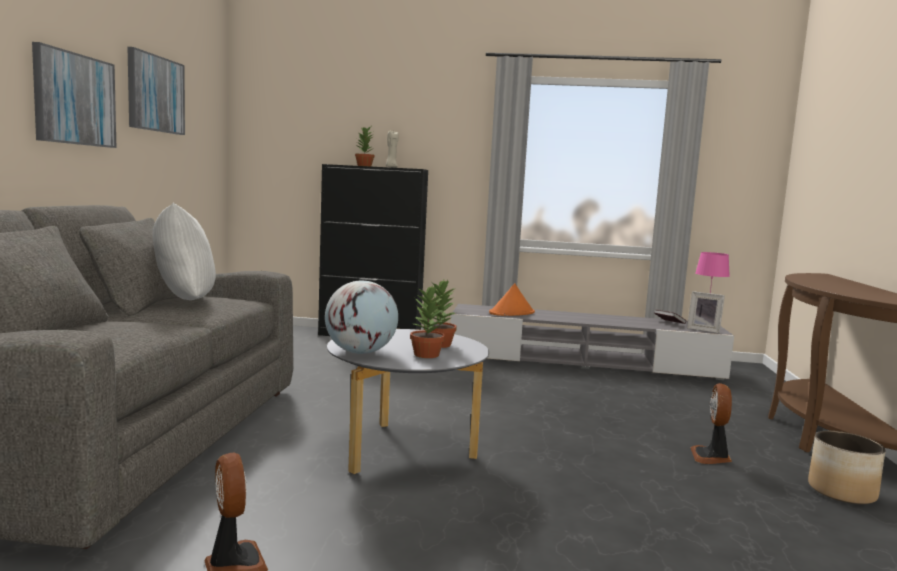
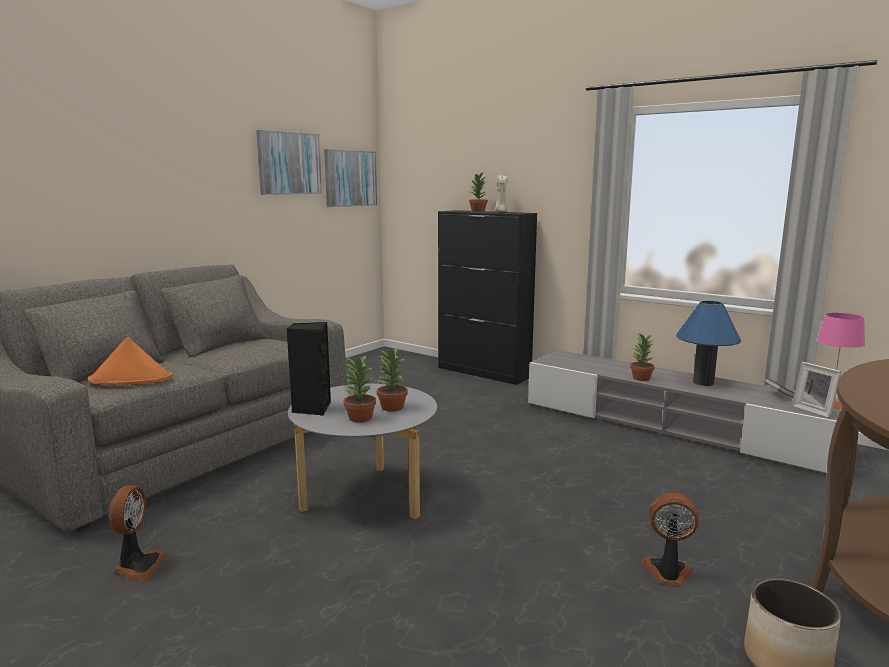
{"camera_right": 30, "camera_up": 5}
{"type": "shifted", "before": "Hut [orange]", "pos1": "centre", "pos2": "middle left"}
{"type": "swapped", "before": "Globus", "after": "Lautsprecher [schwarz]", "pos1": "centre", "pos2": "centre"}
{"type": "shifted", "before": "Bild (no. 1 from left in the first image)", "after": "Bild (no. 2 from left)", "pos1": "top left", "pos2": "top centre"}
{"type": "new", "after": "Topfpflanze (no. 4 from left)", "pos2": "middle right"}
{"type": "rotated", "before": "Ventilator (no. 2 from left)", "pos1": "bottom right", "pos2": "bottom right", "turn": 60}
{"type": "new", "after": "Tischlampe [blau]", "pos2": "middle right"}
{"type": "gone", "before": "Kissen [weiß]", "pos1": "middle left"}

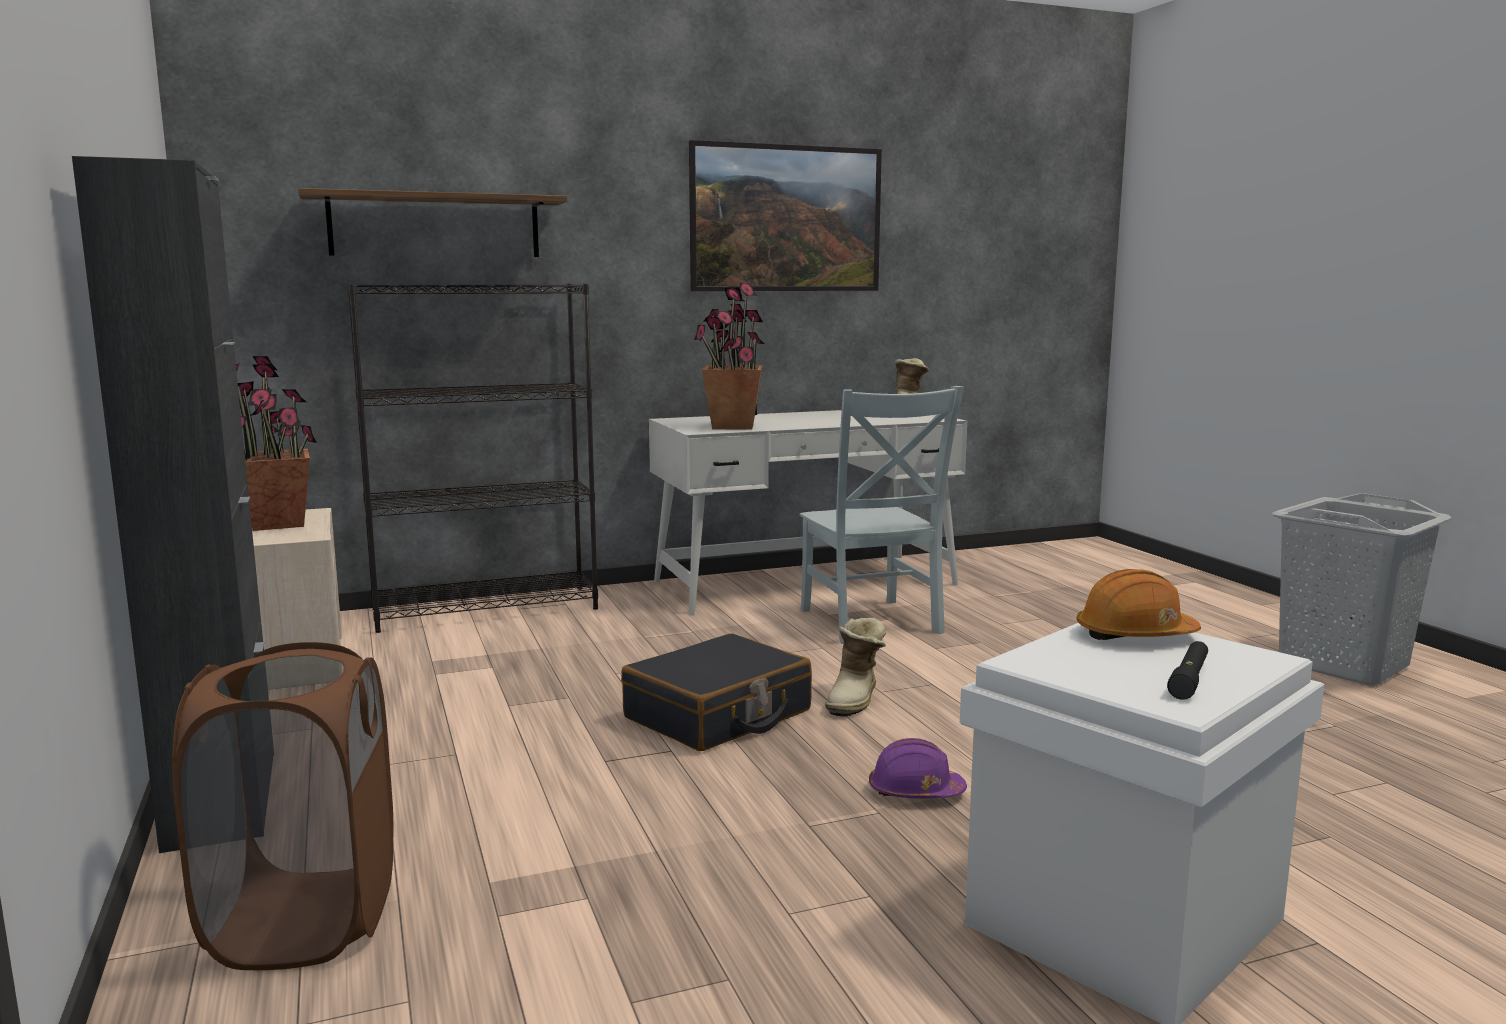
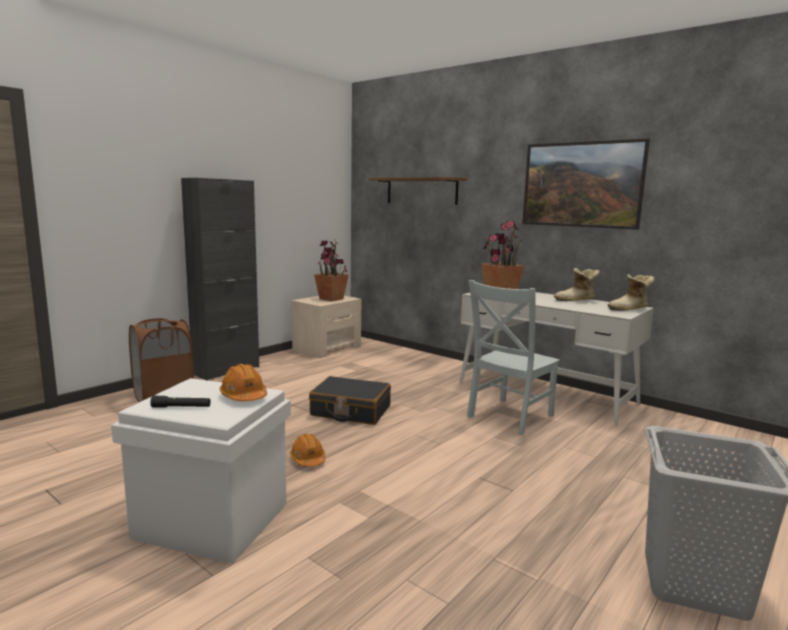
{"camera_right": 60, "camera_up": 0}
{"type": "repainted", "before": "Schutzhelm [lila]", "after": "Schutzhelm [orange] (no. 2 from left)", "pos1": "bottom centre", "pos2": "bottom centre"}
{"type": "shifted", "before": "Stiefel (no. 1 from left)", "pos1": "centre", "pos2": "middle right"}
{"type": "gone", "before": "Bücherregal [schwarz]", "pos1": "middle left"}

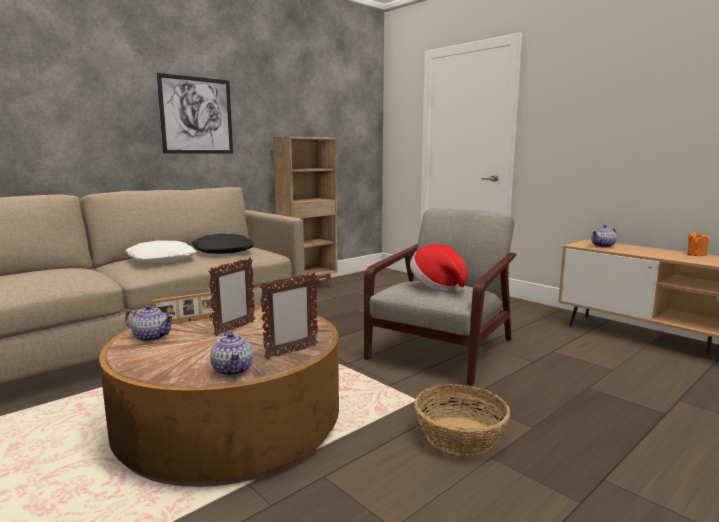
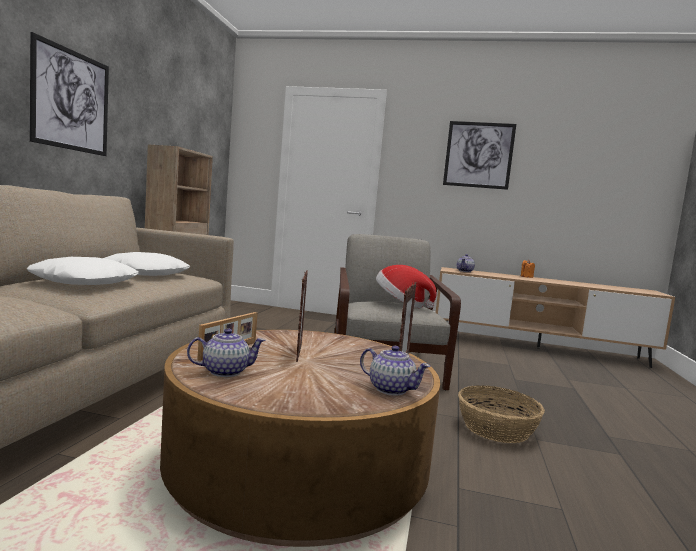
{"camera_right": -35, "camera_up": -5}
{"type": "repainted", "before": "Kissen [schwarz]", "after": "Kissen [weiß] (no. 2 from left)", "pos1": "middle left", "pos2": "middle left"}
{"type": "new", "after": "Bild (no. 2 from left)", "pos2": "top right"}

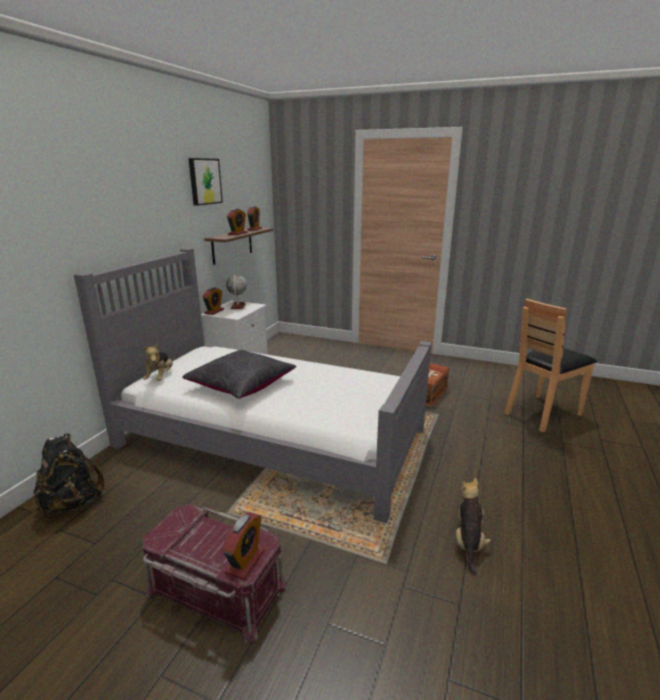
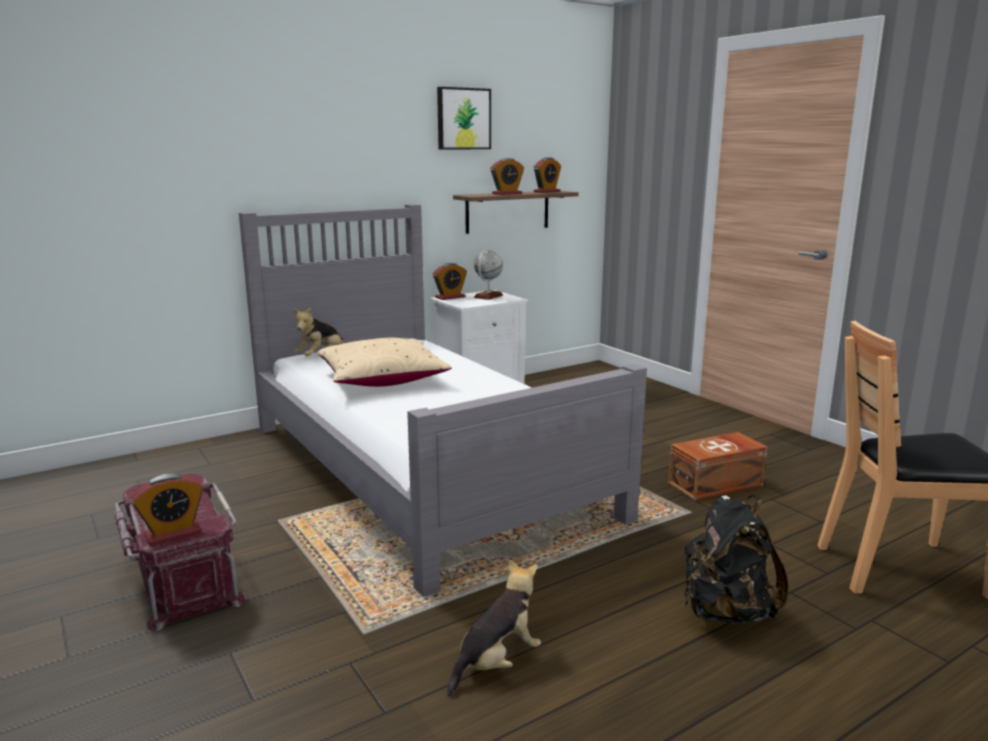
{"camera_right": 35, "camera_up": -5}
{"type": "repainted", "before": "Kissen [schwarz]", "after": "Kissen [beige]", "pos1": "centre", "pos2": "centre"}
{"type": "shifted", "before": "Rucksack [schwarz]", "pos1": "bottom left", "pos2": "bottom right"}

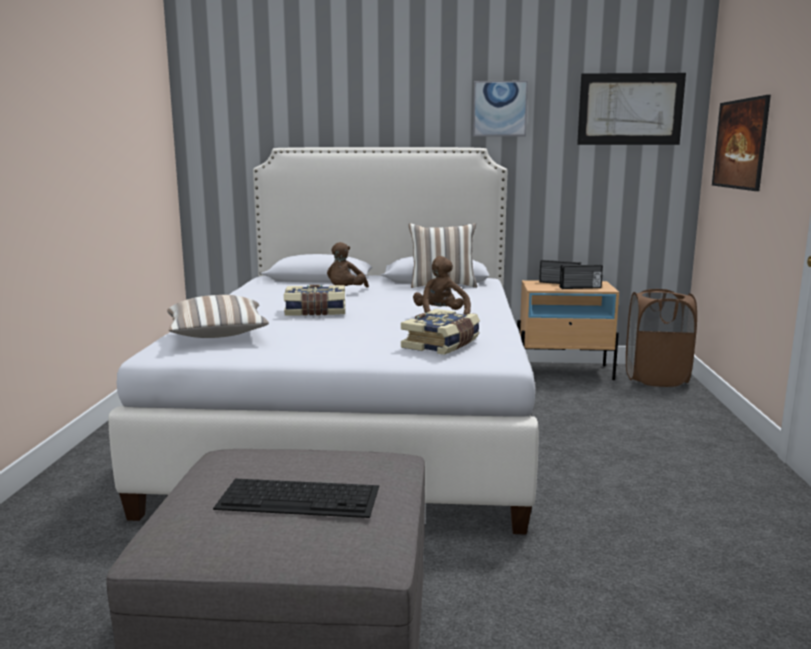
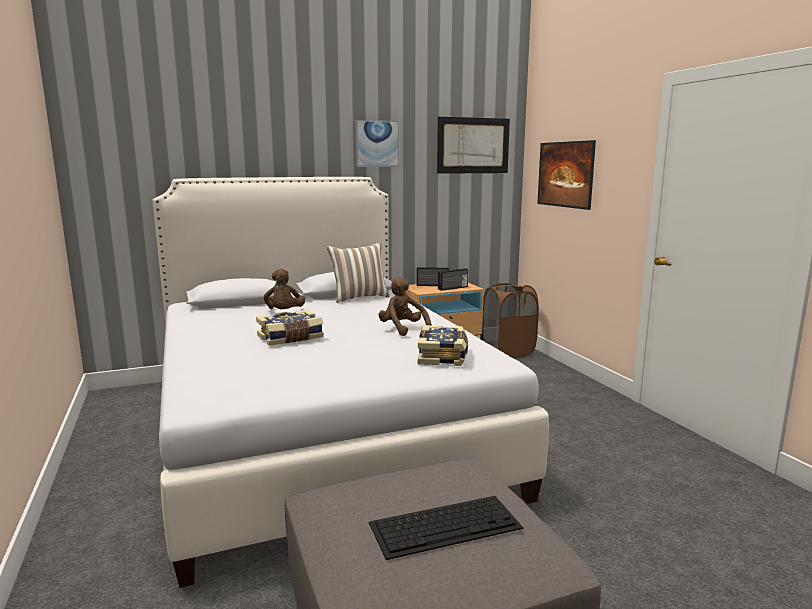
{"camera_right": -25, "camera_up": 0}
{"type": "gone", "before": "Kissen (no. 1 from left)", "pos1": "middle left"}

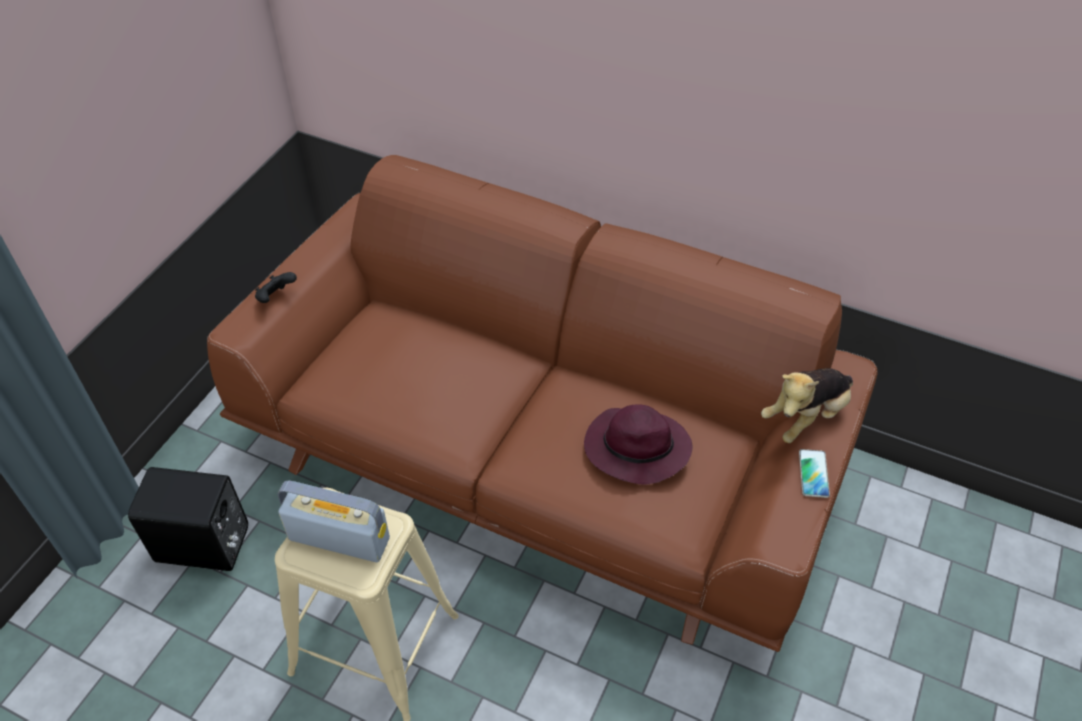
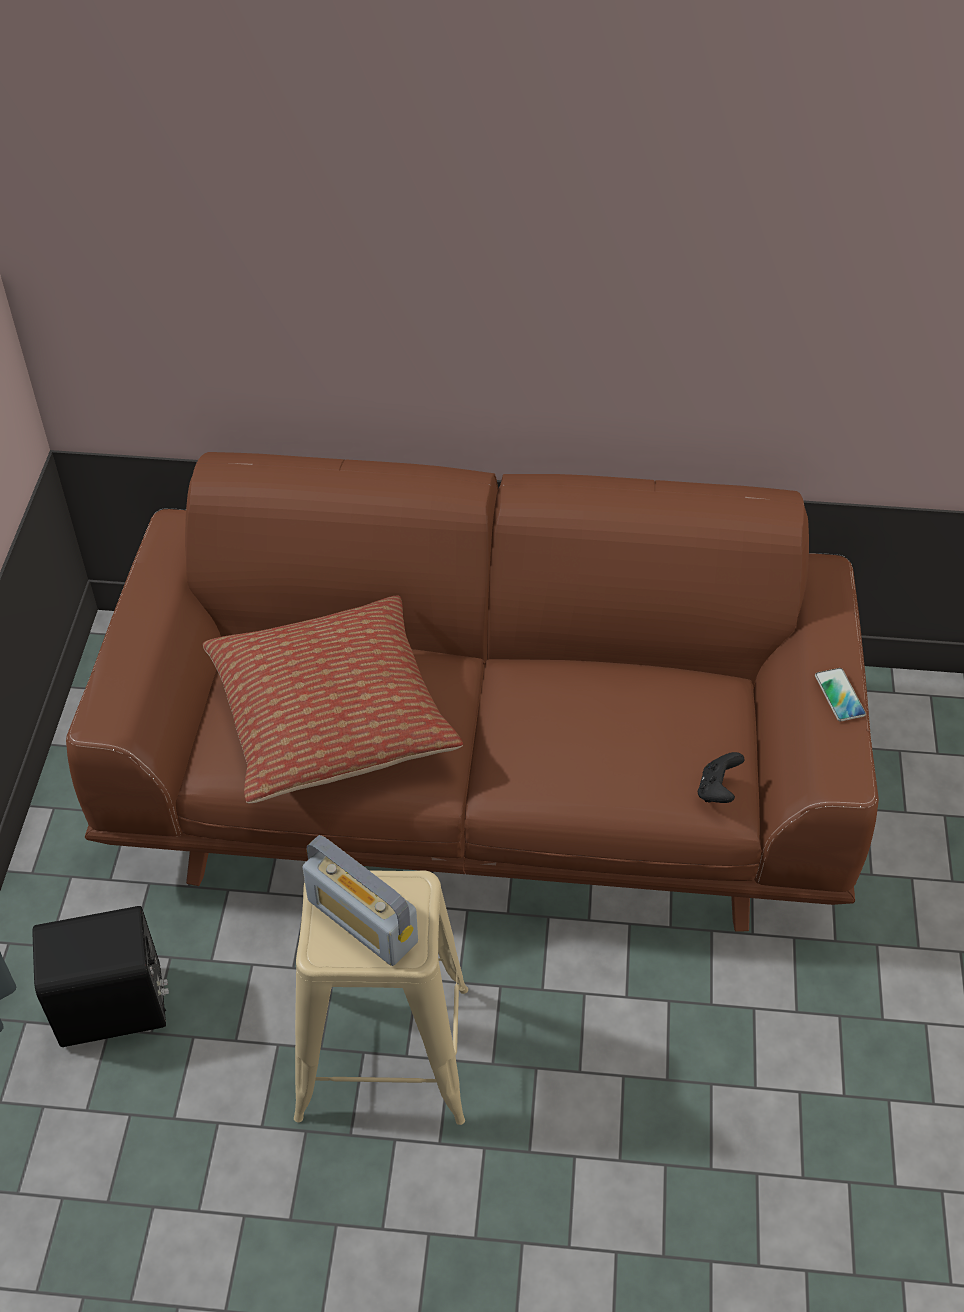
{"camera_right": -20, "camera_up": 0}
{"type": "new", "after": "Kissen", "pos2": "centre"}
{"type": "rotated", "before": "Radio", "pos1": "bottom left", "pos2": "bottom centre", "turn": -135}
{"type": "shifted", "before": "Gamepad [schwarz]", "pos1": "middle left", "pos2": "middle right"}
{"type": "gone", "before": "Hut [lila]", "pos1": "centre"}
{"type": "gone", "before": "Plüschtier", "pos1": "middle right"}

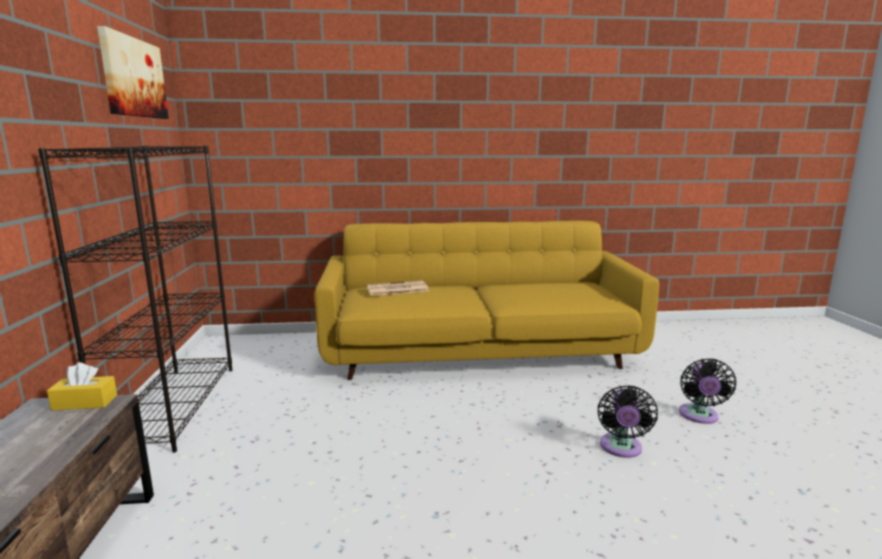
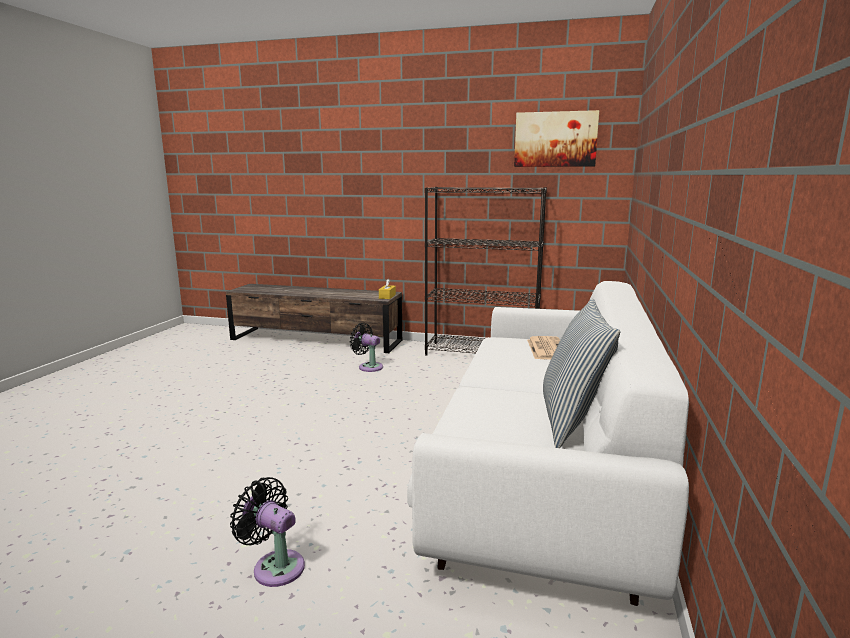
{"camera_right": 110, "camera_up": 0}
{"type": "shifted", "before": "Ventilator [schwarz] (no. 1 from left in the first image)", "after": "Ventilator [schwarz] (no. 2 from left)", "pos1": "bottom right", "pos2": "centre"}
{"type": "repainted", "before": "Sofa [gelb]", "after": "Sofa [weiß]", "pos1": "centre", "pos2": "bottom centre"}
{"type": "new", "after": "Kissen", "pos2": "middle right"}

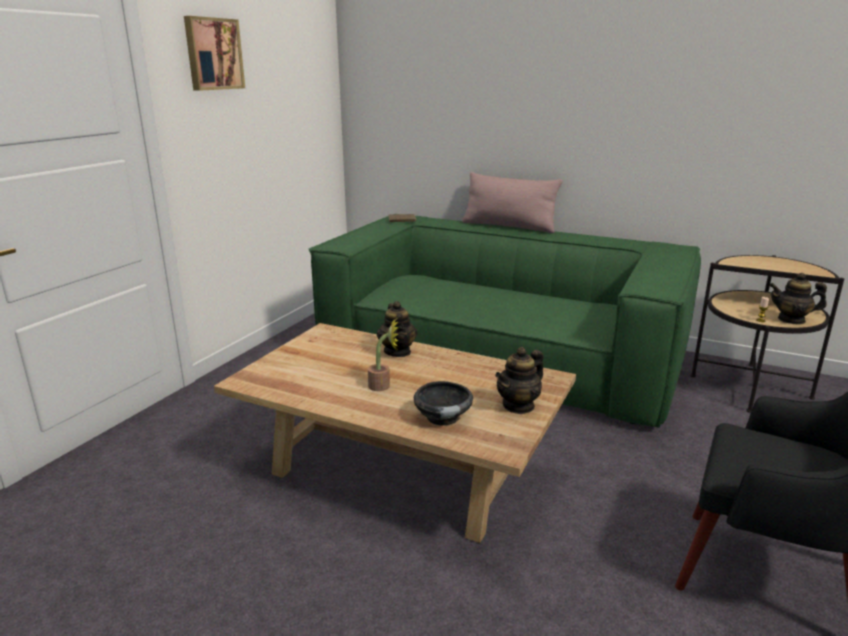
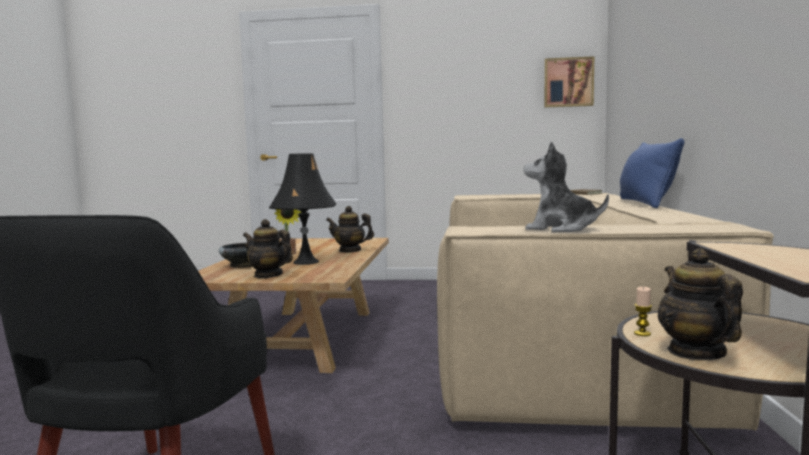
{"camera_right": 70, "camera_up": -15}
{"type": "new", "after": "Tischlampe [schwarz]", "pos2": "centre"}
{"type": "rotated", "before": "Teekanne (no. 1 from left in the first image)", "pos1": "centre", "pos2": "centre", "turn": 45}
{"type": "repainted", "before": "Sofa [grün]", "after": "Sofa [beige]", "pos1": "centre", "pos2": "bottom right"}
{"type": "new", "after": "Plüschtier", "pos2": "middle right"}
{"type": "shifted", "before": "Bild", "pos1": "top left", "pos2": "top right"}
{"type": "repainted", "before": "Kissen [rosa]", "after": "Kissen [blau]", "pos1": "top centre", "pos2": "middle right"}

